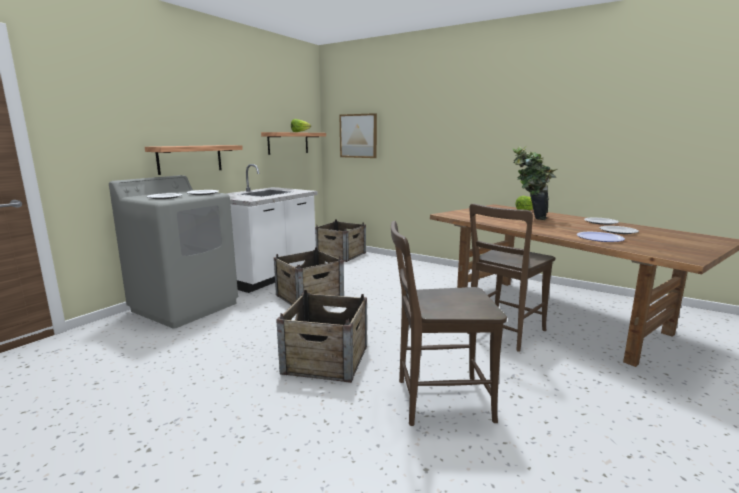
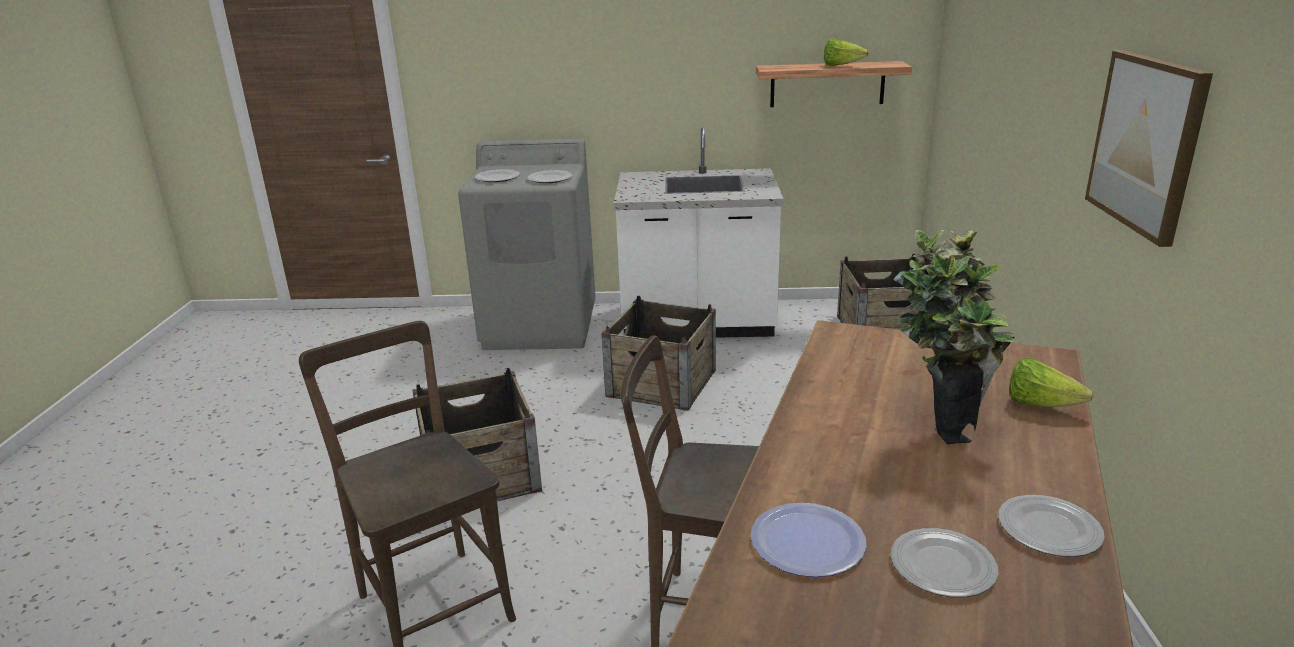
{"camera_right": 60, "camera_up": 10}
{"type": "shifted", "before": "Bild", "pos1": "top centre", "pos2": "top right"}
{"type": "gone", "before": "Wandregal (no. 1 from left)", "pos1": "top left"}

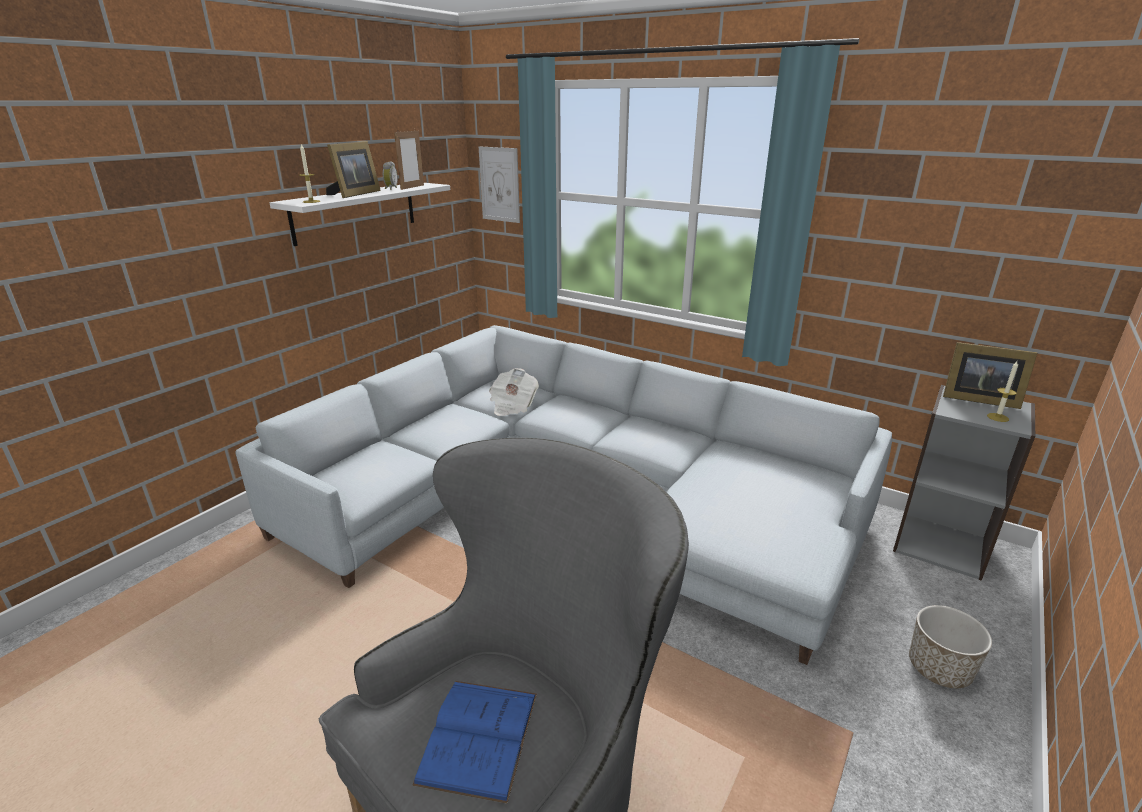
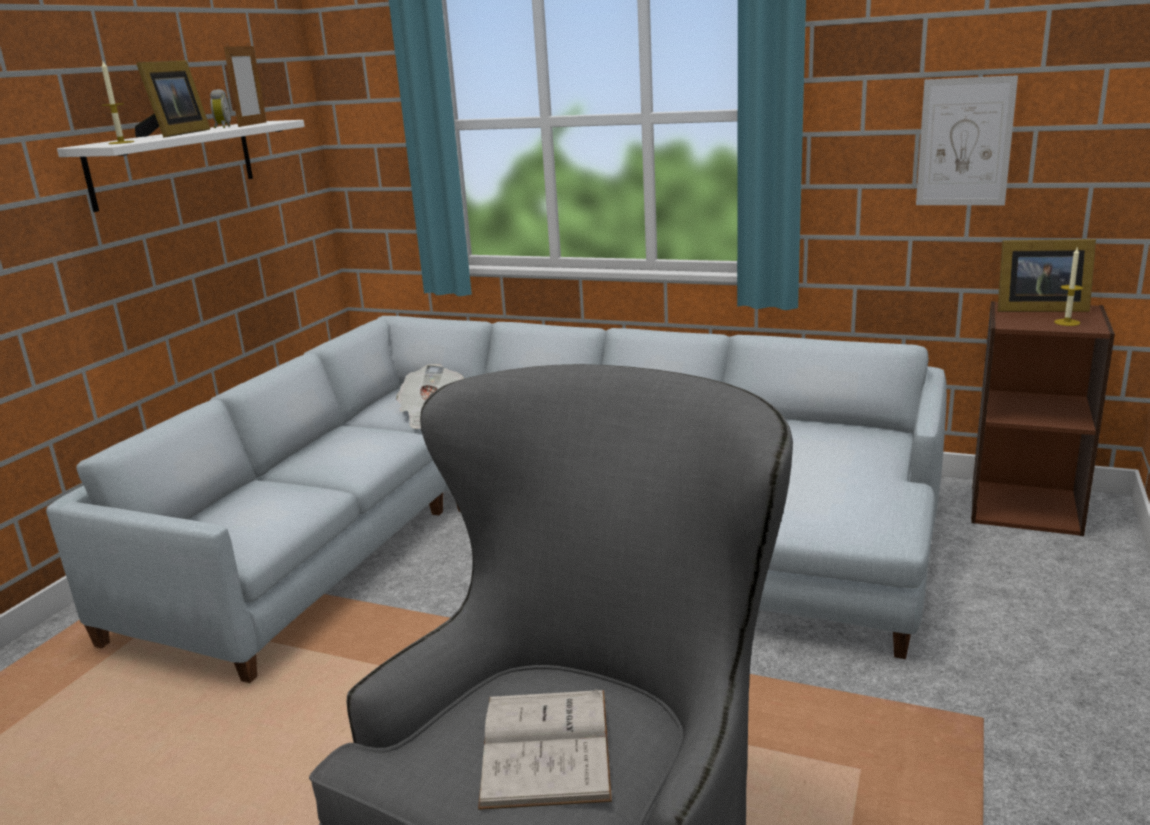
{"camera_right": -10, "camera_up": -5}
{"type": "repainted", "before": "Buch [blau]", "after": "Buch [weiß]", "pos1": "bottom centre", "pos2": "bottom centre"}
{"type": "shifted", "before": "Bild", "pos1": "top centre", "pos2": "top right"}
{"type": "repainted", "before": "Bücherregal [grau]", "after": "Bücherregal [braun]", "pos1": "middle right", "pos2": "middle right"}
{"type": "gone", "before": "Pflanzkübel", "pos1": "bottom right"}

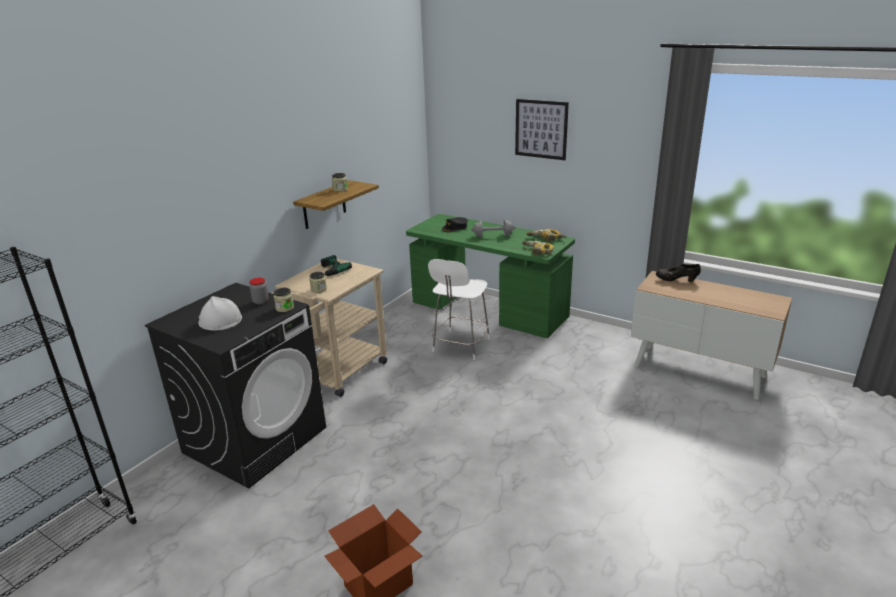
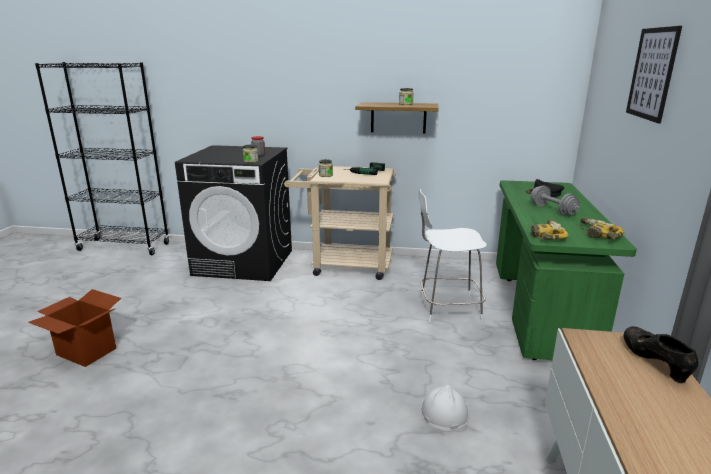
{"camera_right": 65, "camera_up": -5}
{"type": "shifted", "before": "Schutzhelm [weiß]", "pos1": "middle left", "pos2": "bottom centre"}

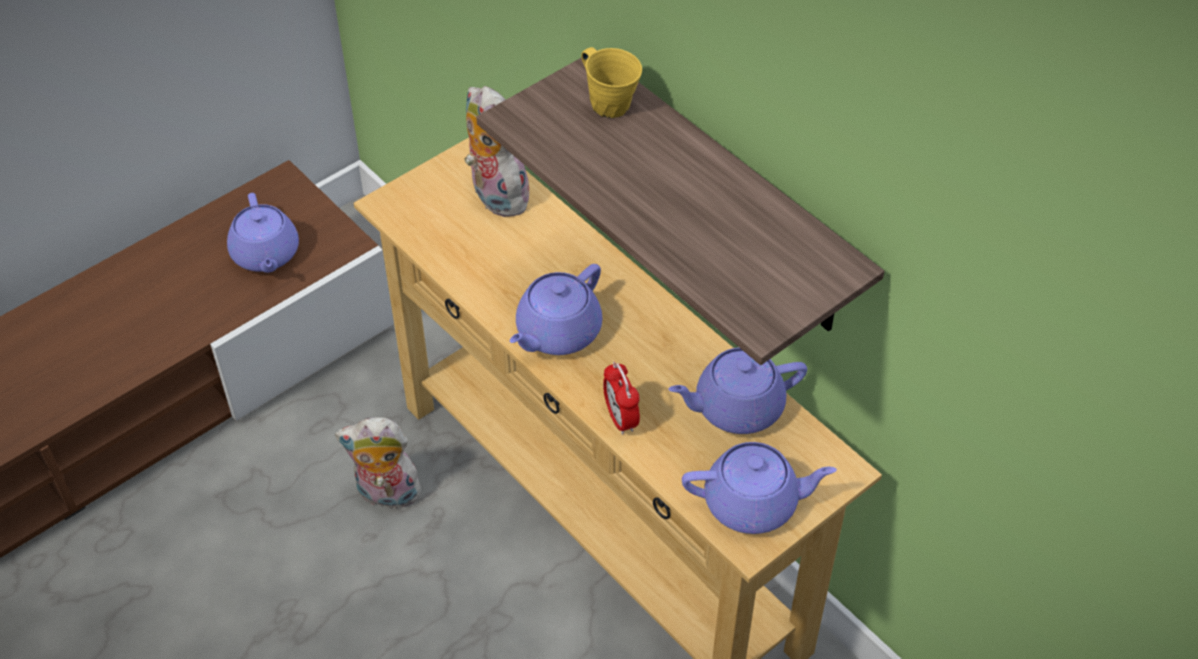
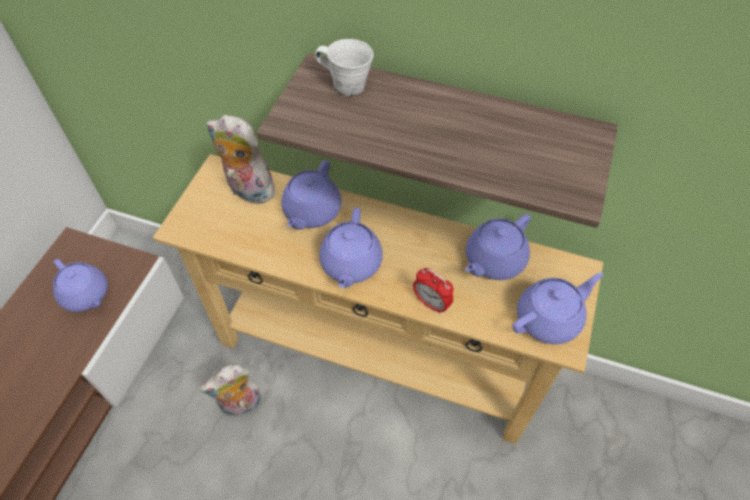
{"camera_right": -30, "camera_up": 5}
{"type": "new", "after": "Teekanne [lila] (no. 2 from left)", "pos2": "centre"}
{"type": "repainted", "before": "Henkelbecher [gelb]", "after": "Henkelbecher [weiß]", "pos1": "top centre", "pos2": "top centre"}

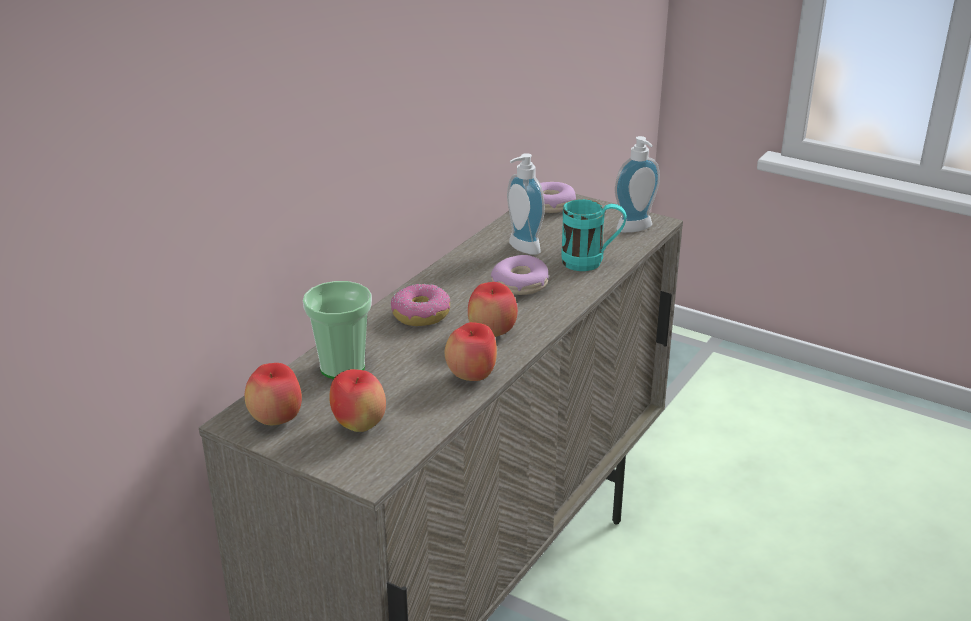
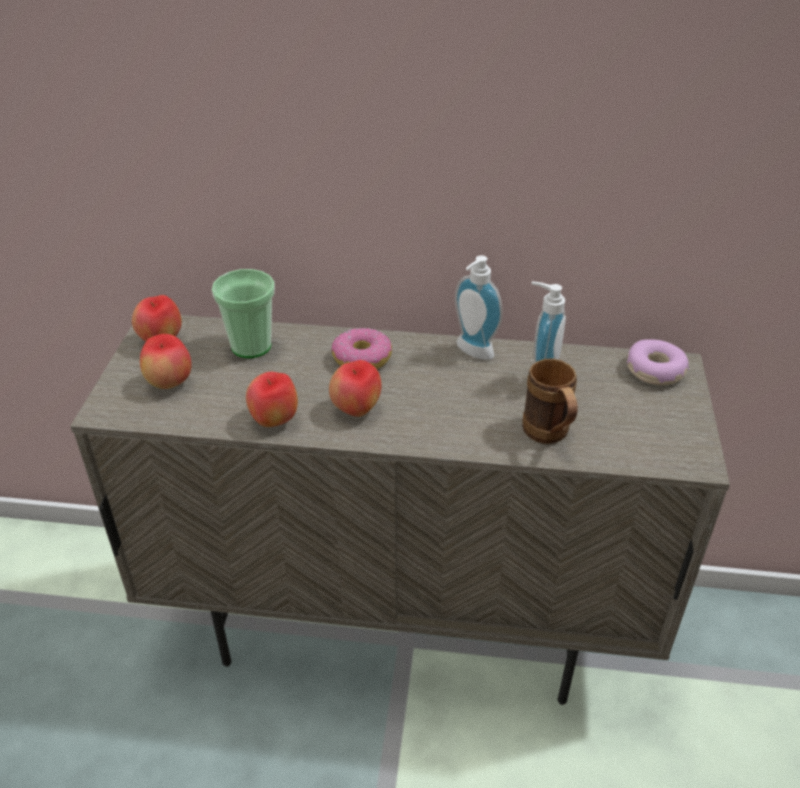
{"camera_right": 65, "camera_up": 10}
{"type": "shifted", "before": "Seifenspender (no. 2 from left in the first image)", "after": "Seifenspender (no. 1 from left)", "pos1": "top centre", "pos2": "centre"}
{"type": "repainted", "before": "Henkelbecher [türkis]", "after": "Henkelbecher [braun]", "pos1": "centre", "pos2": "middle right"}
{"type": "gone", "before": "Donut (no. 2 from left)", "pos1": "centre"}

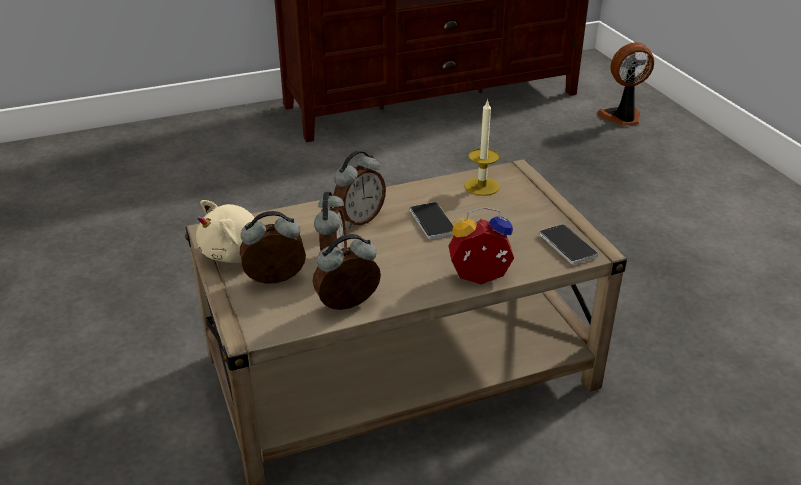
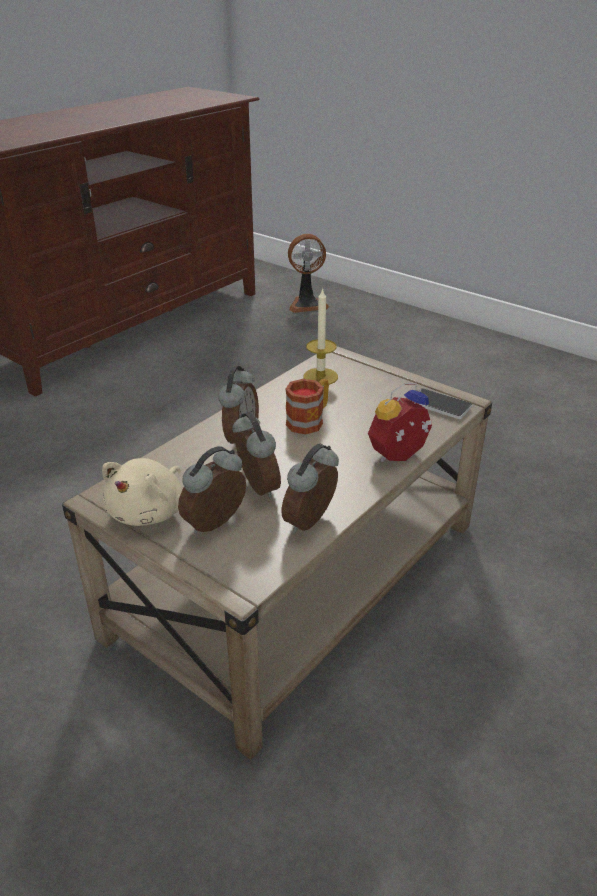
{"camera_right": -30, "camera_up": 0}
{"type": "swapped", "before": "Handy (no. 1 from left)", "after": "Henkelbecher", "pos1": "centre", "pos2": "centre"}
{"type": "rotated", "before": "Ventilator", "pos1": "top right", "pos2": "top centre", "turn": -150}

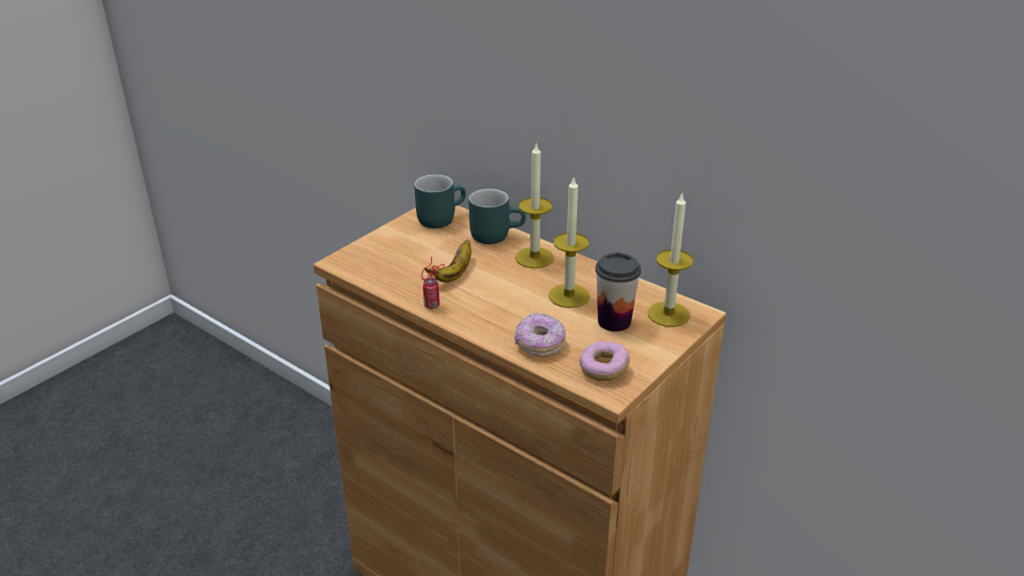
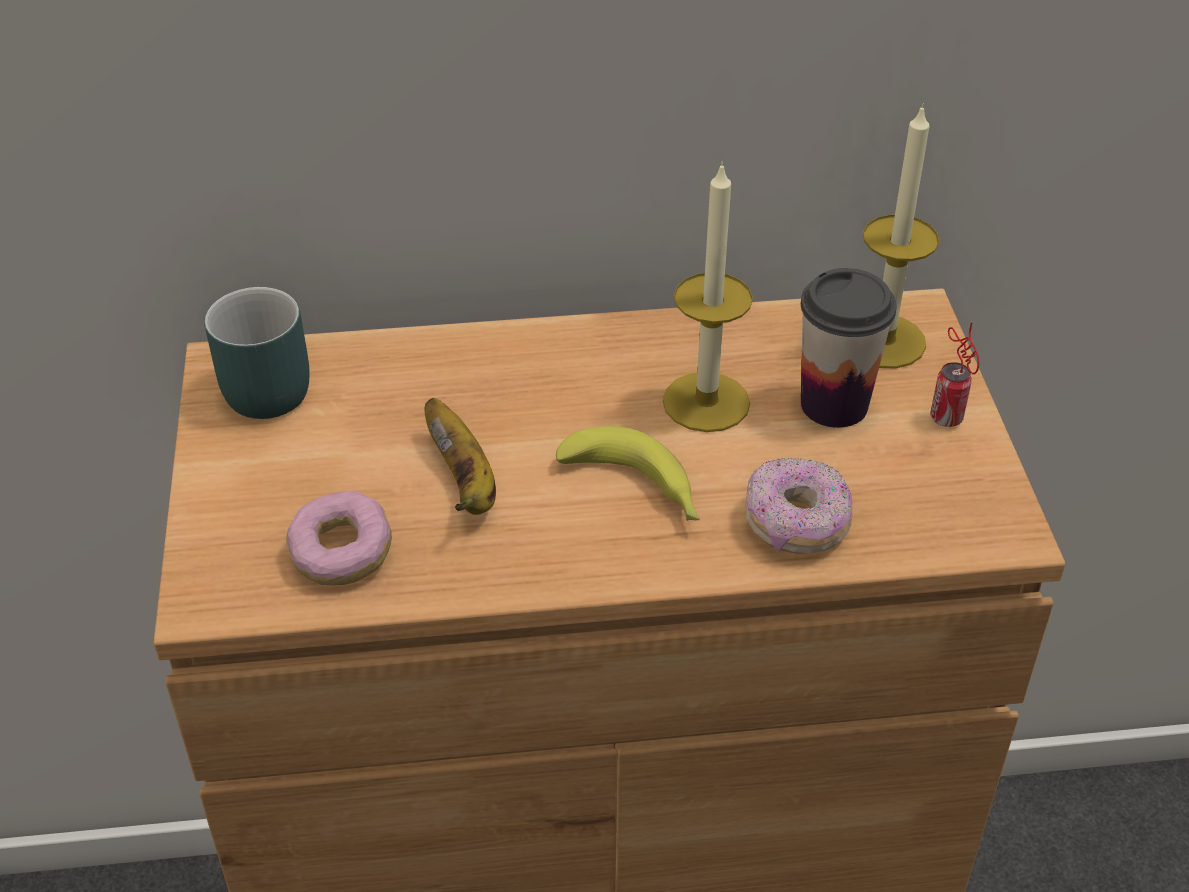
{"camera_right": -45, "camera_up": 10}
{"type": "shifted", "before": "Donut (no. 2 from left in the first image)", "after": "Donut (no. 1 from left)", "pos1": "centre", "pos2": "middle left"}
{"type": "new", "after": "Banane (no. 2 from left)", "pos2": "centre"}
{"type": "shifted", "before": "Dose", "pos1": "centre", "pos2": "middle right"}
{"type": "gone", "before": "Henkelbecher [türkis] (no. 2 from left)", "pos1": "centre"}
{"type": "gone", "before": "Kerze (no. 1 from left)", "pos1": "centre"}

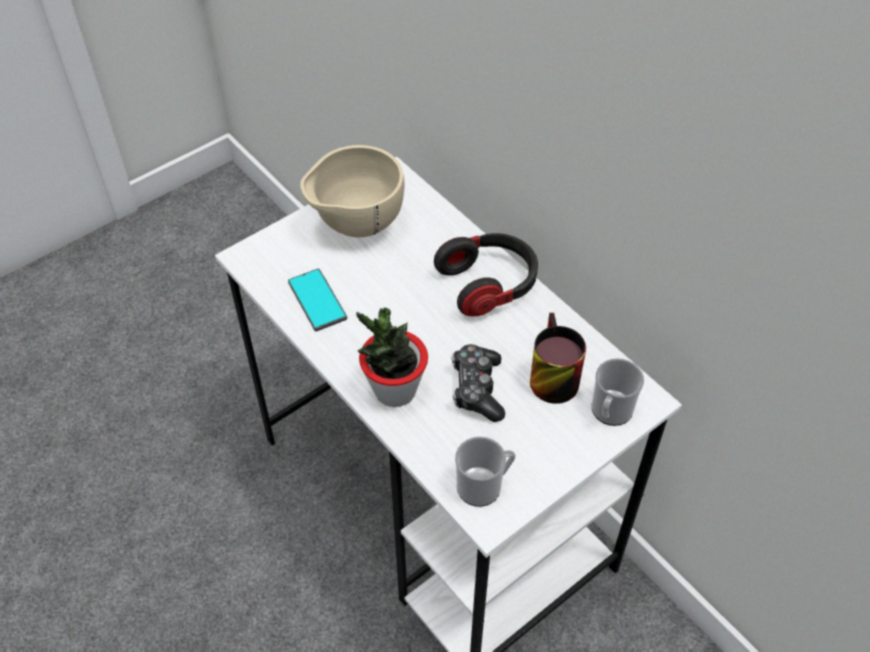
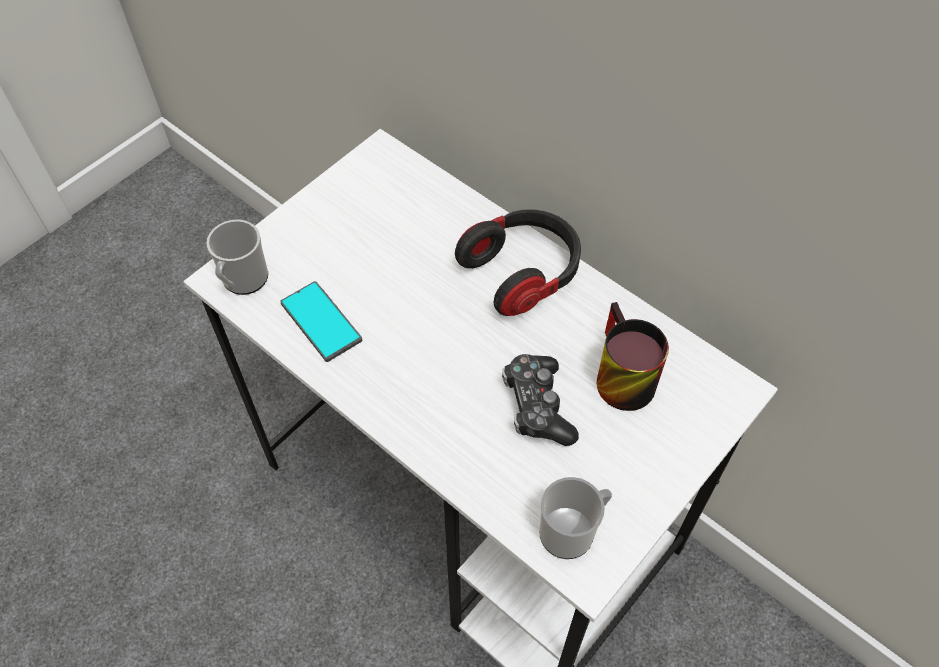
{"camera_right": -10, "camera_up": 5}
{"type": "shifted", "before": "Henkelbecher (no. 3 from left in the first image)", "after": "Henkelbecher (no. 1 from left)", "pos1": "middle right", "pos2": "middle left"}
{"type": "gone", "before": "Schüssel [beige]", "pos1": "top centre"}
{"type": "gone", "before": "Topfpflanze", "pos1": "centre"}

